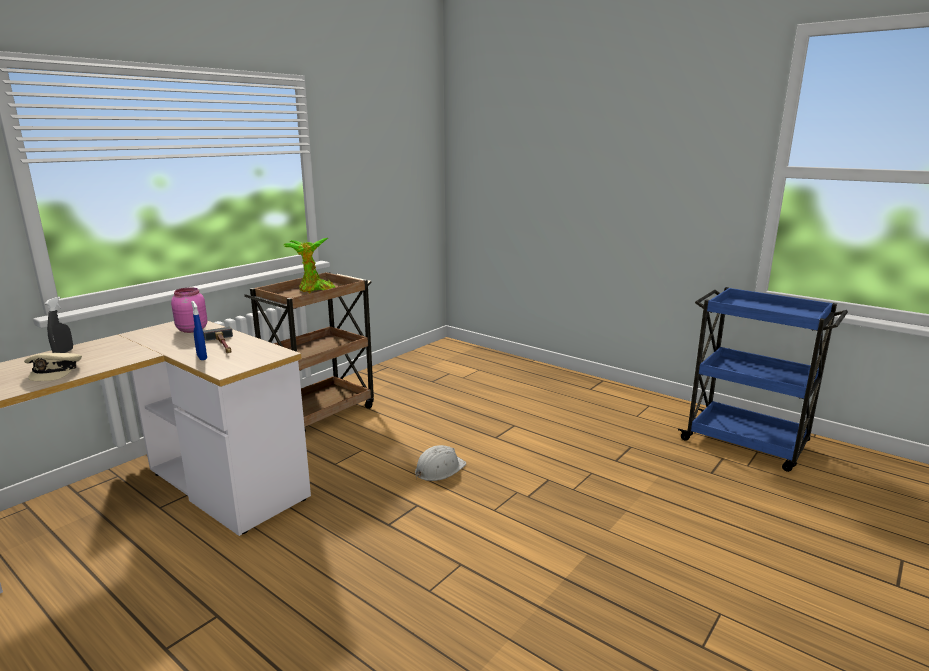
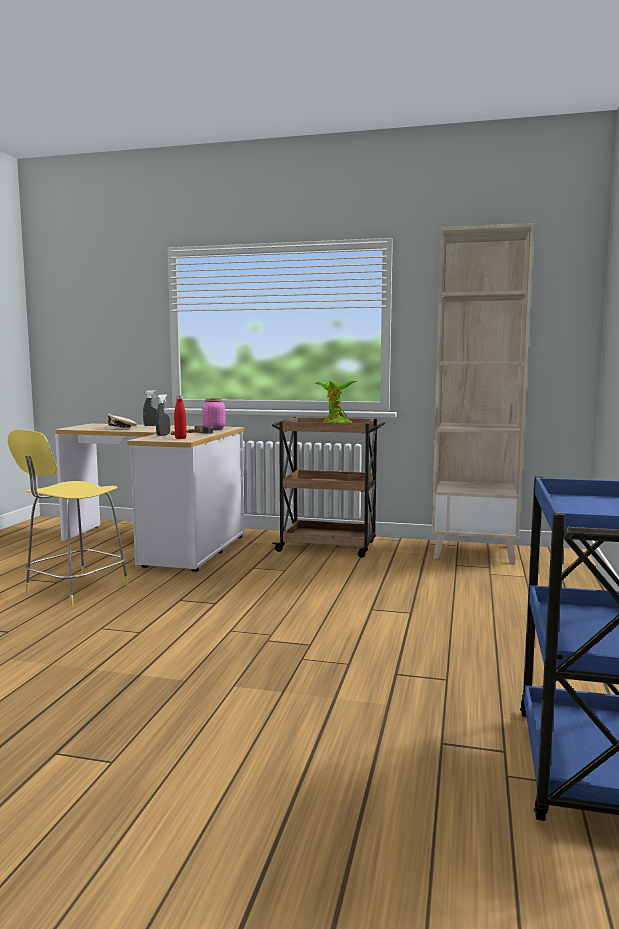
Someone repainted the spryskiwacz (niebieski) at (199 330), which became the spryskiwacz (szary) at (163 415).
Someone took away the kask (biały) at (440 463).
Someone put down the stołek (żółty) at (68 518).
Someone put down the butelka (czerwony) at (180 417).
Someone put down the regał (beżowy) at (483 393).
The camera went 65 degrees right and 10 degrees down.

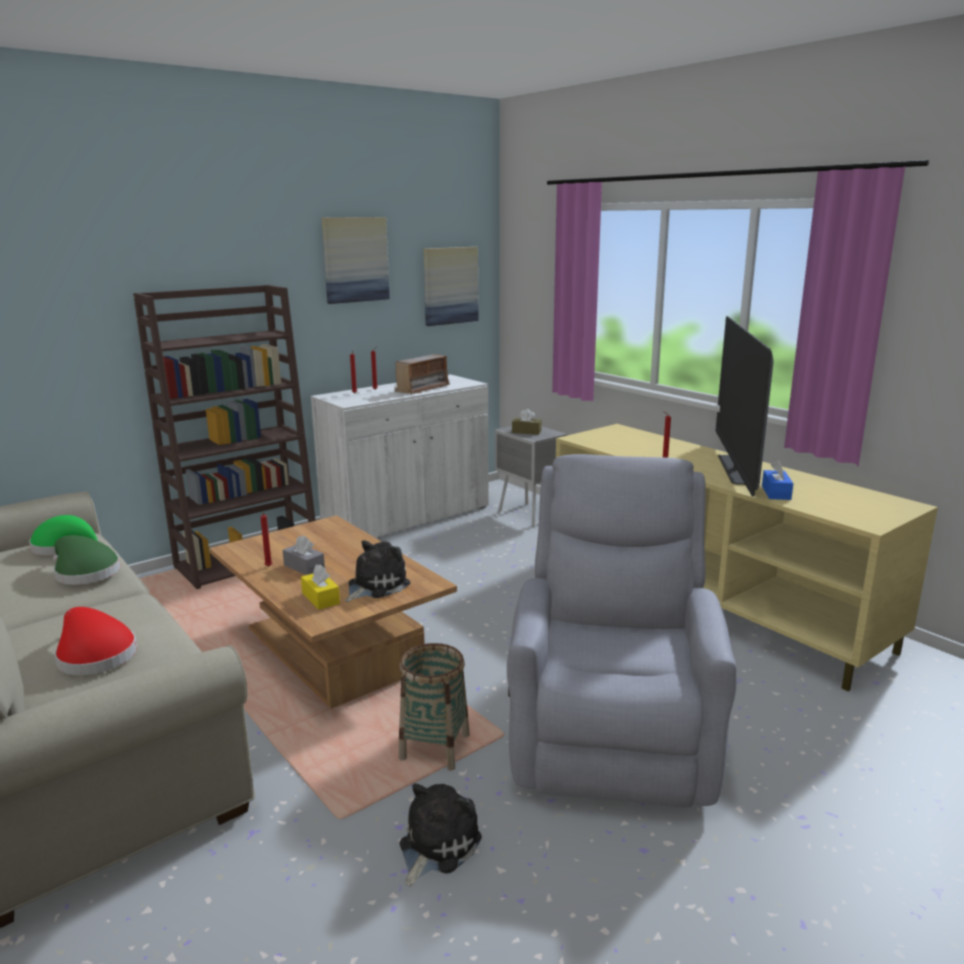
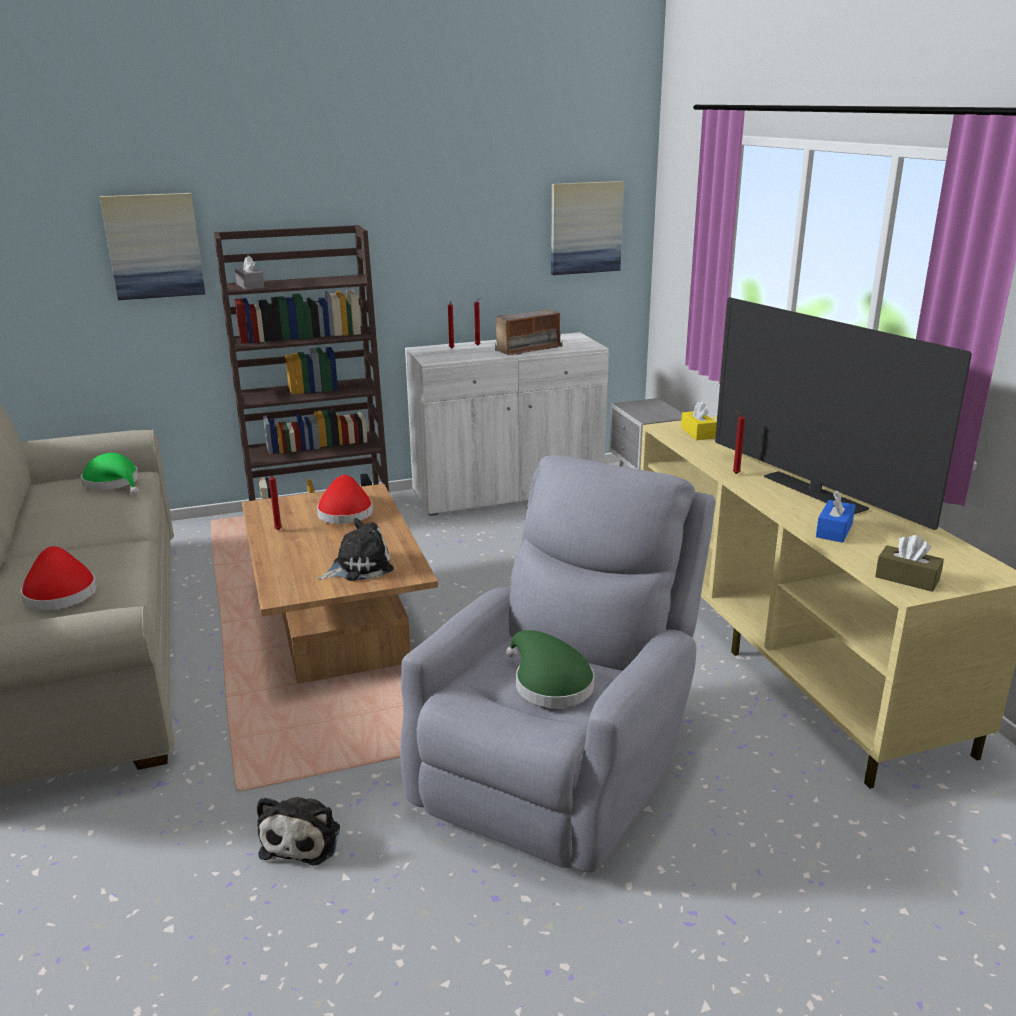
Someone carried the kapelusz (zielony) from (87 560) to (550 669).
Someone carried the pudełko chusteczek (szary) from (304 555) to (249 272).
Someone carried the pudełko chusteczek (żółty) from (320 587) to (699 420).
Someone carried the obraz from (355 260) to (152 246).
Someone took away the koszyk at (434 706).
Someone rotated the pluszak at (441 834) by 135 degrees clockwise.
Someone carried the pudełko chusteczek (brązowy) from (527 422) to (909 563).
Someone rotated the telewizor at (745 406) by 60 degrees counterclockwise.
Someone put down the kapelusz (czerwony) at (345 499).
The camera went 20 degrees right and 5 degrees up.

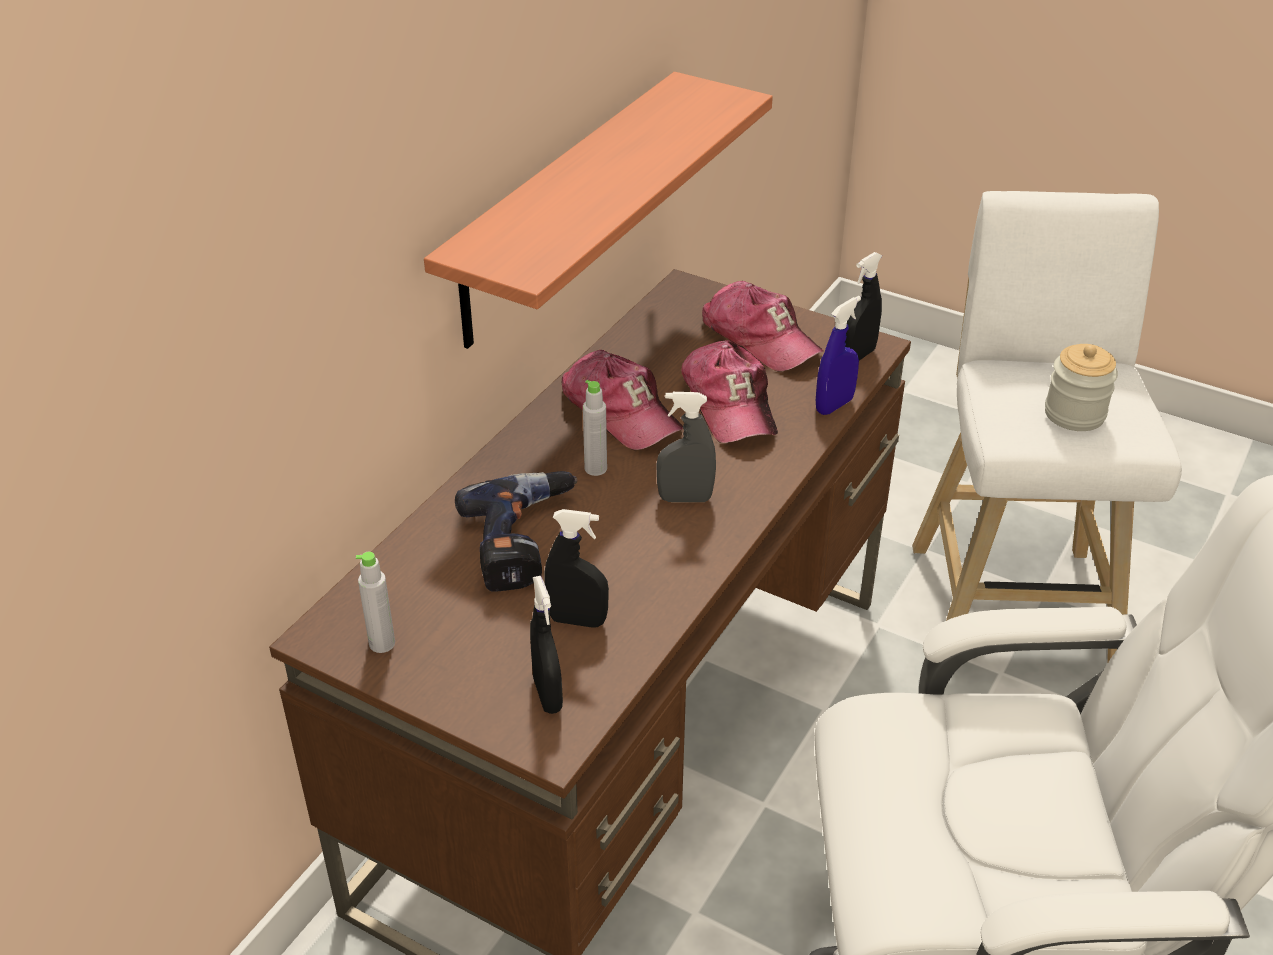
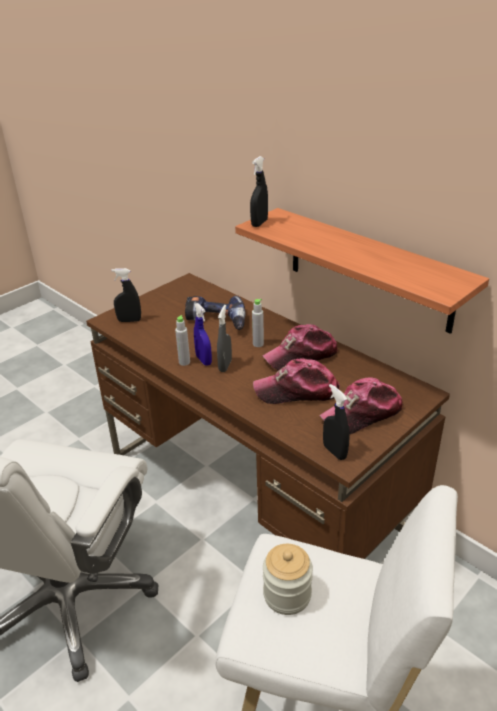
Someone carried the butelka (szary) from (375 602) to (182 340).
Someone carried the spryskiwacz (czarny) from (576 568) to (259 191).
Someone carried the spryskiwacz (niebieski) from (838 355) to (203 334).
The camera went 105 degrees right and 5 degrees down.

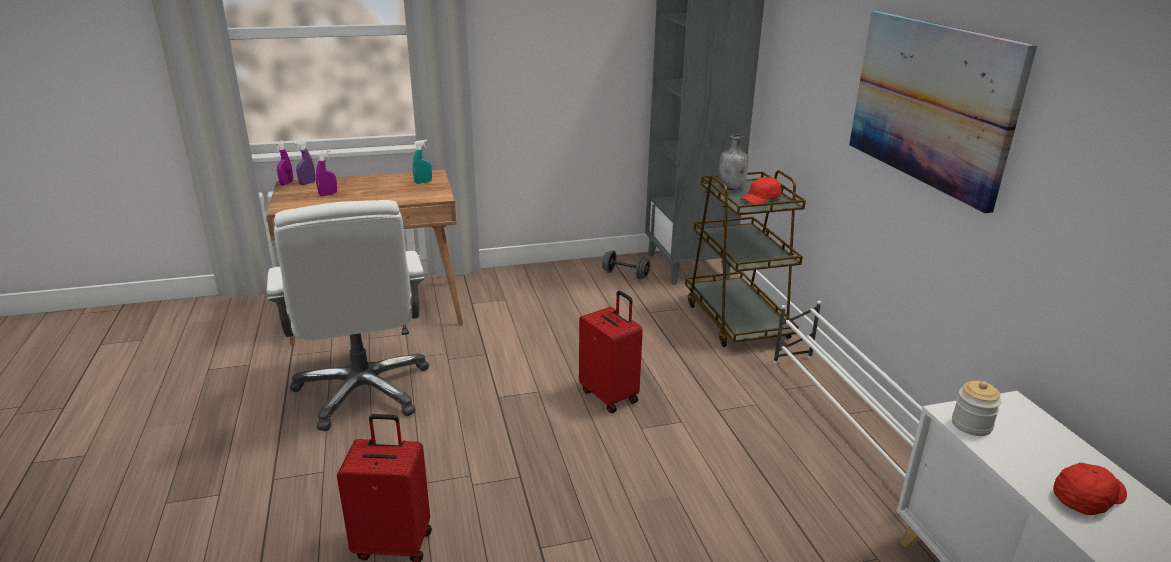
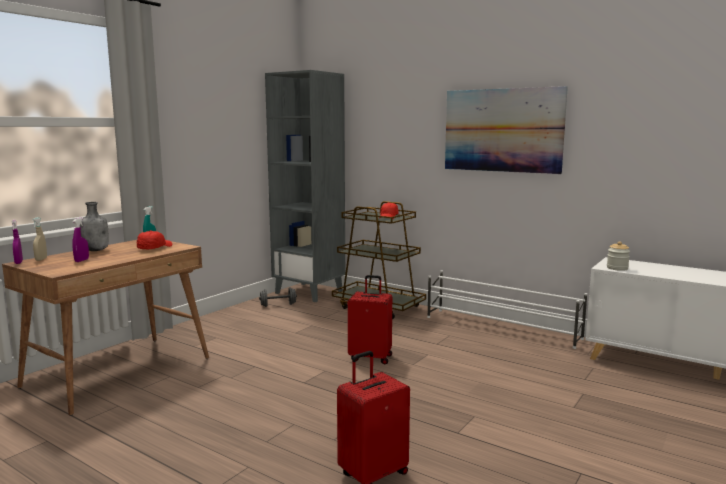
Someone took away the krzesło biurowe (biały) at (348 315).
Someone repainted the spryskiwacz (fioletowy) at (304 162), which became the spryskiwacz (beżowy) at (39 239).
Someone carried the butelka (szary) from (733 162) to (94 226).
Someone carried the czapka z daszkiem (czerwony) from (1090 489) to (154 240).
The camera went 40 degrees left and 15 degrees down.

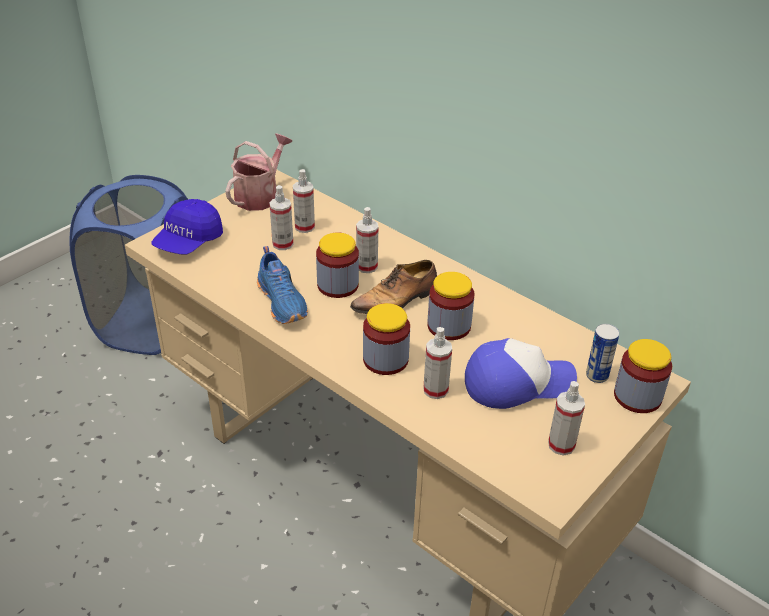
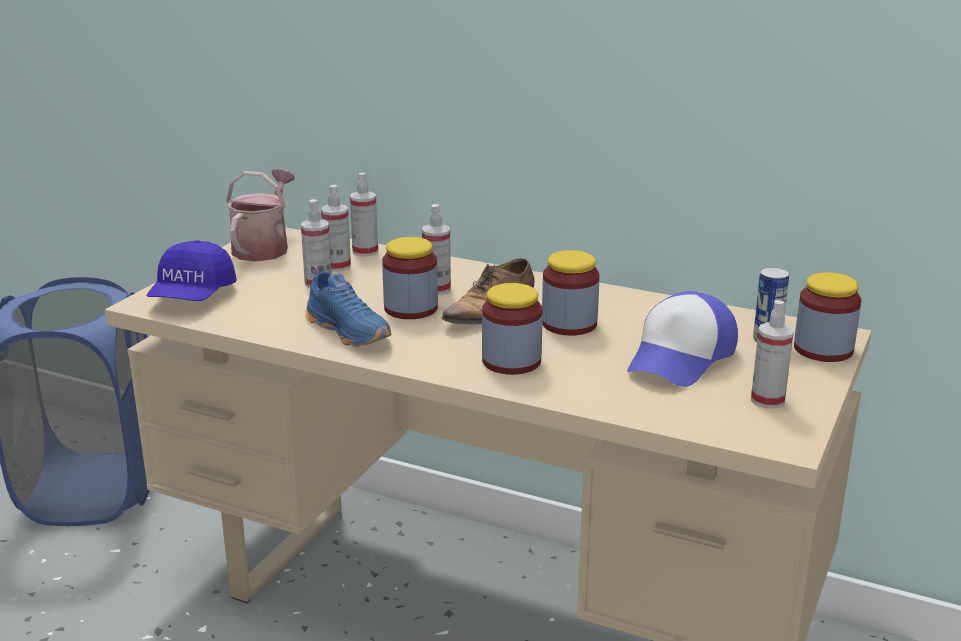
Someone carried the spryskiwacz from (437 363) to (364 215).
Someone rotated the czapka z daszkiem at (521 373) by 150 degrees clockwise.
The camera went 15 degrees left and 15 degrees down.

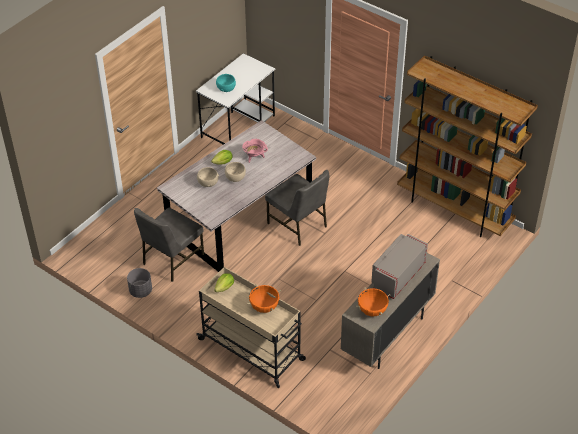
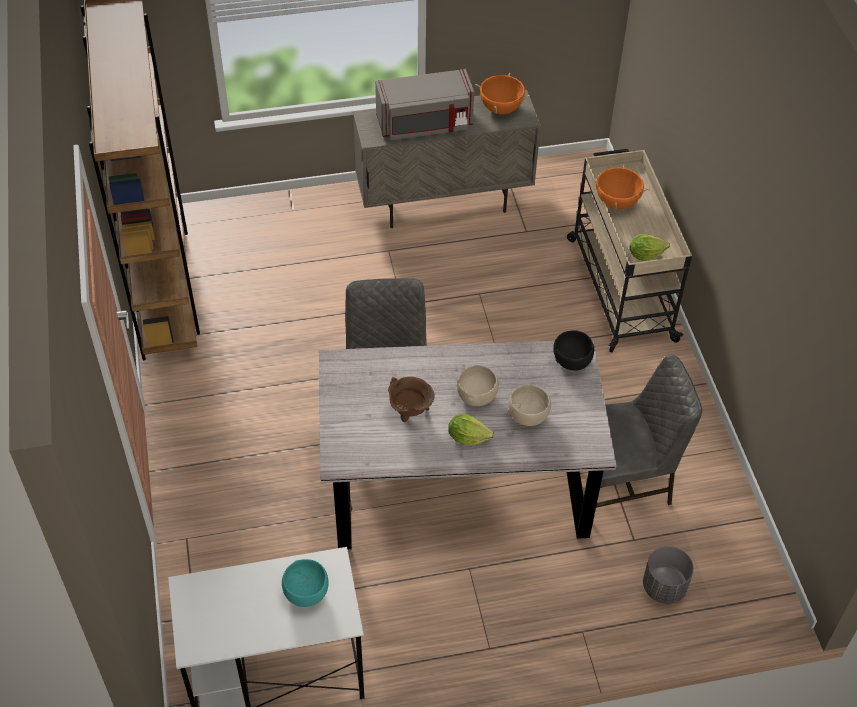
Someone carried the donica (szary) from (139 283) to (668 575).
Someone repainted the garnek (różowy) at (255 151), which became the garnek (brązowy) at (411 399).
Someone put down the miska (czarny) at (573 350).
The camera went 140 degrees left and 5 degrees up.

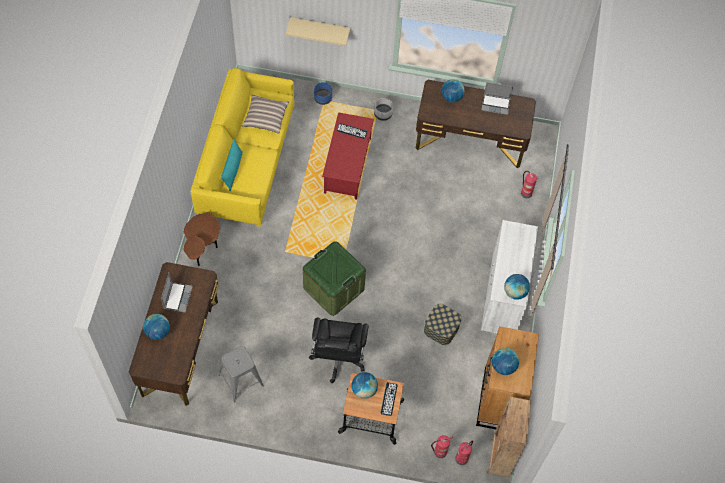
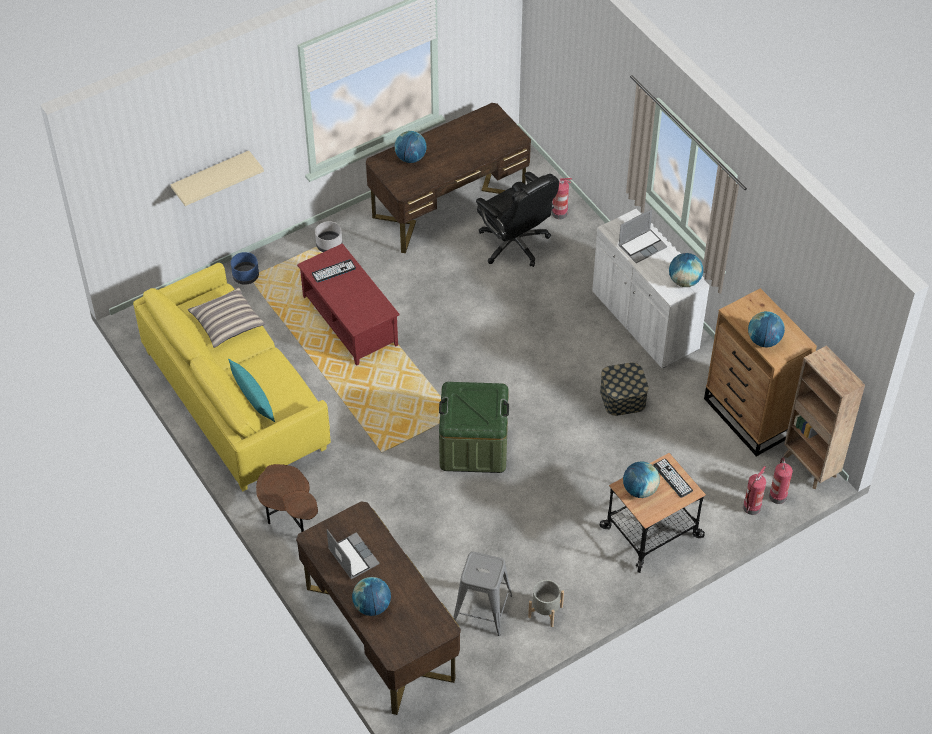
Someone carried the krzesło biurowe (czarny) from (339 350) to (517 219).
Someone carried the laptop from (497 98) to (643 236).
Someone put down the donica (szary) at (546 603).
The camera went 40 degrees left and 10 degrees down.

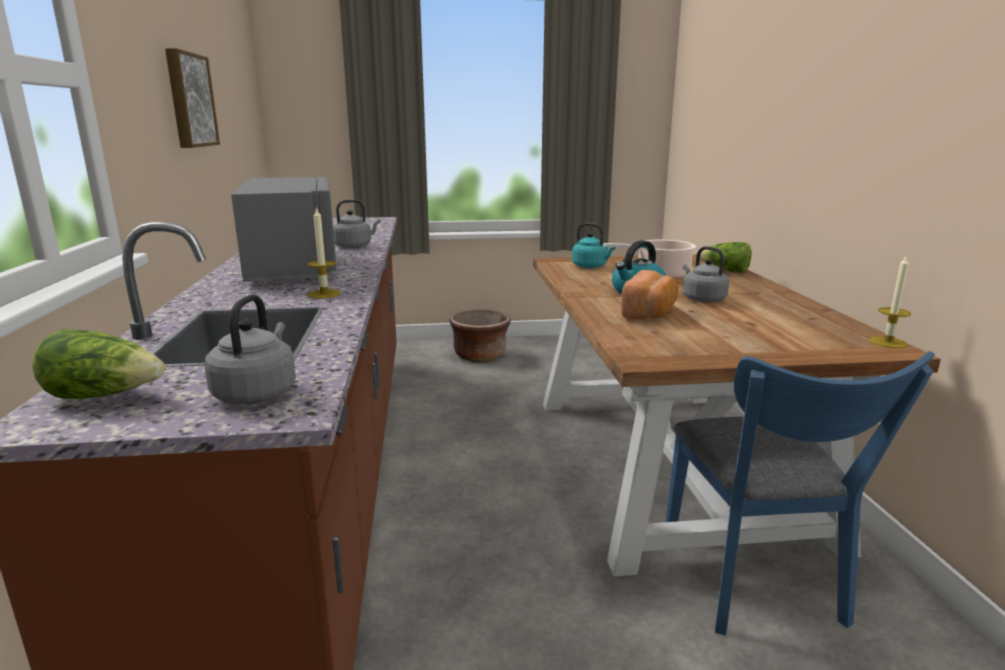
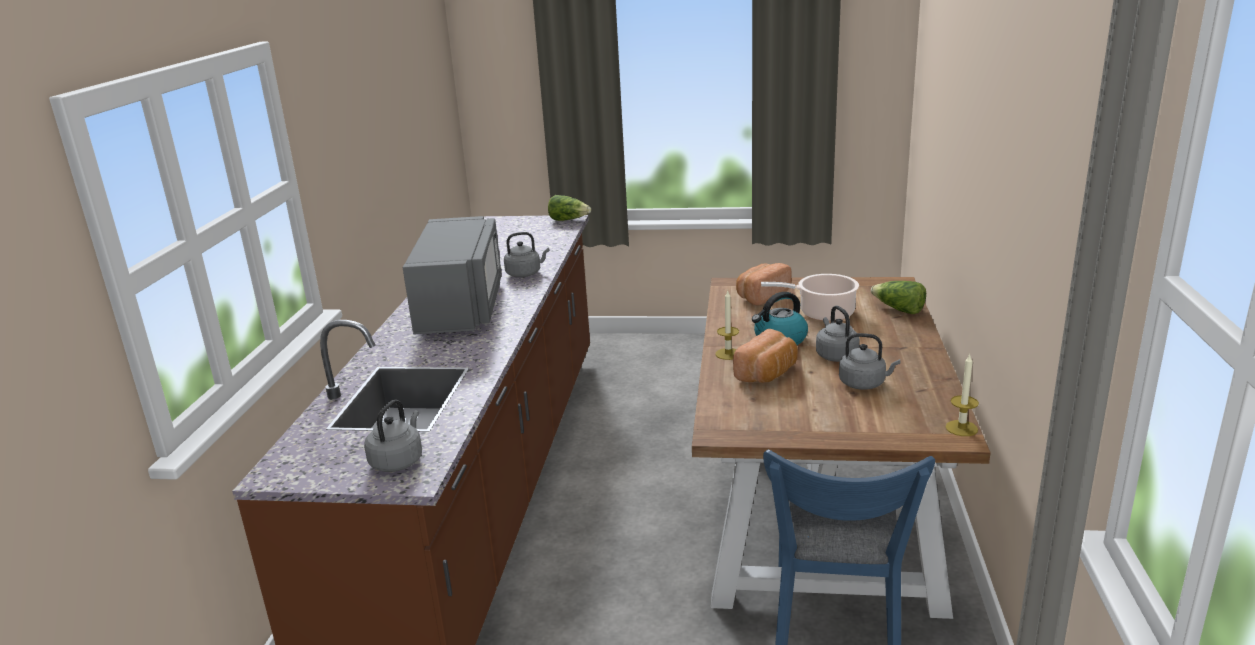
Someone carried the sałata from (98 364) to (569 208).
Someone took away the obraz at (192 98).
Someone carried the świeca from (324 252) to (727 325).
Someone took away the donica (brązowy) at (480 336).
Someone swapped the czajnik (turkusowy) at (594 245) for the chleb at (763 284).
Someone put down the czajnik (szary) at (869 361).
The camera went 15 degrees right and 5 degrees up.

